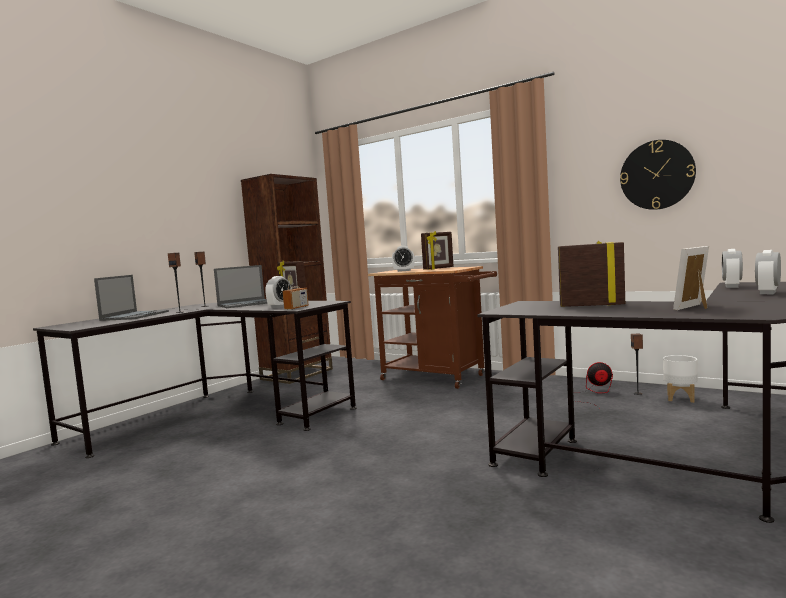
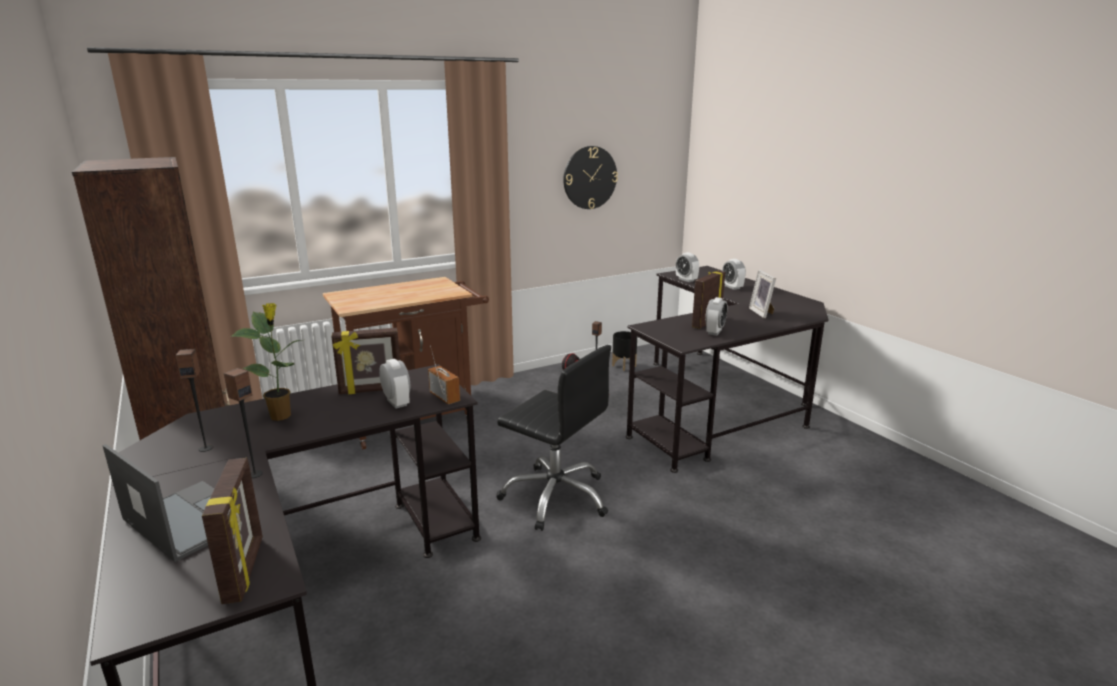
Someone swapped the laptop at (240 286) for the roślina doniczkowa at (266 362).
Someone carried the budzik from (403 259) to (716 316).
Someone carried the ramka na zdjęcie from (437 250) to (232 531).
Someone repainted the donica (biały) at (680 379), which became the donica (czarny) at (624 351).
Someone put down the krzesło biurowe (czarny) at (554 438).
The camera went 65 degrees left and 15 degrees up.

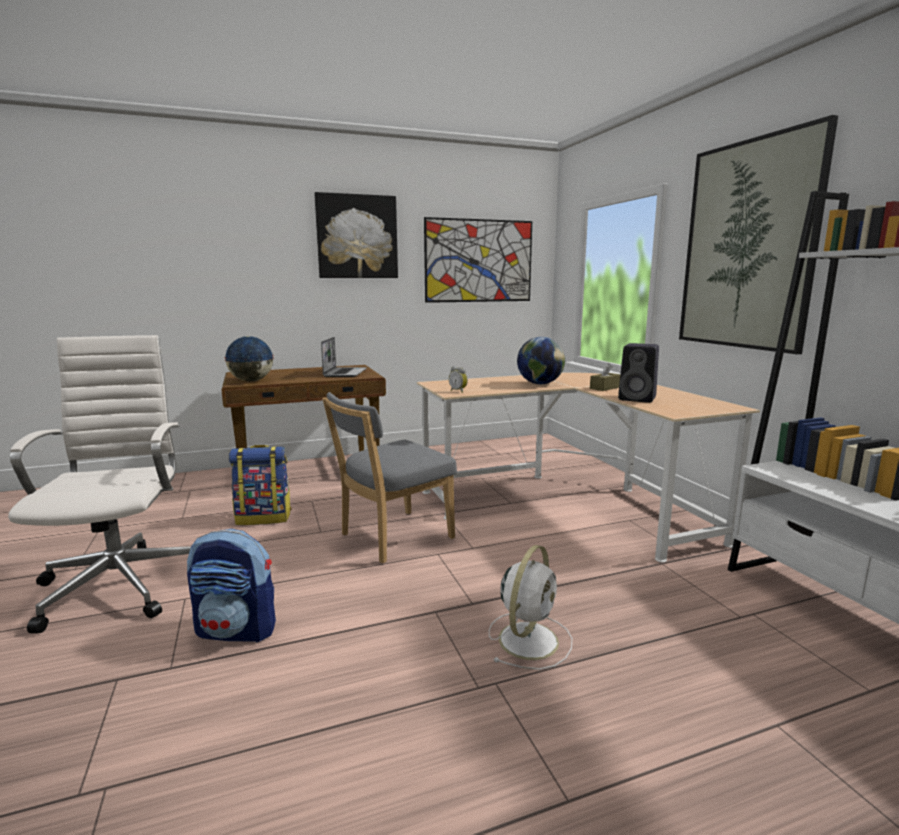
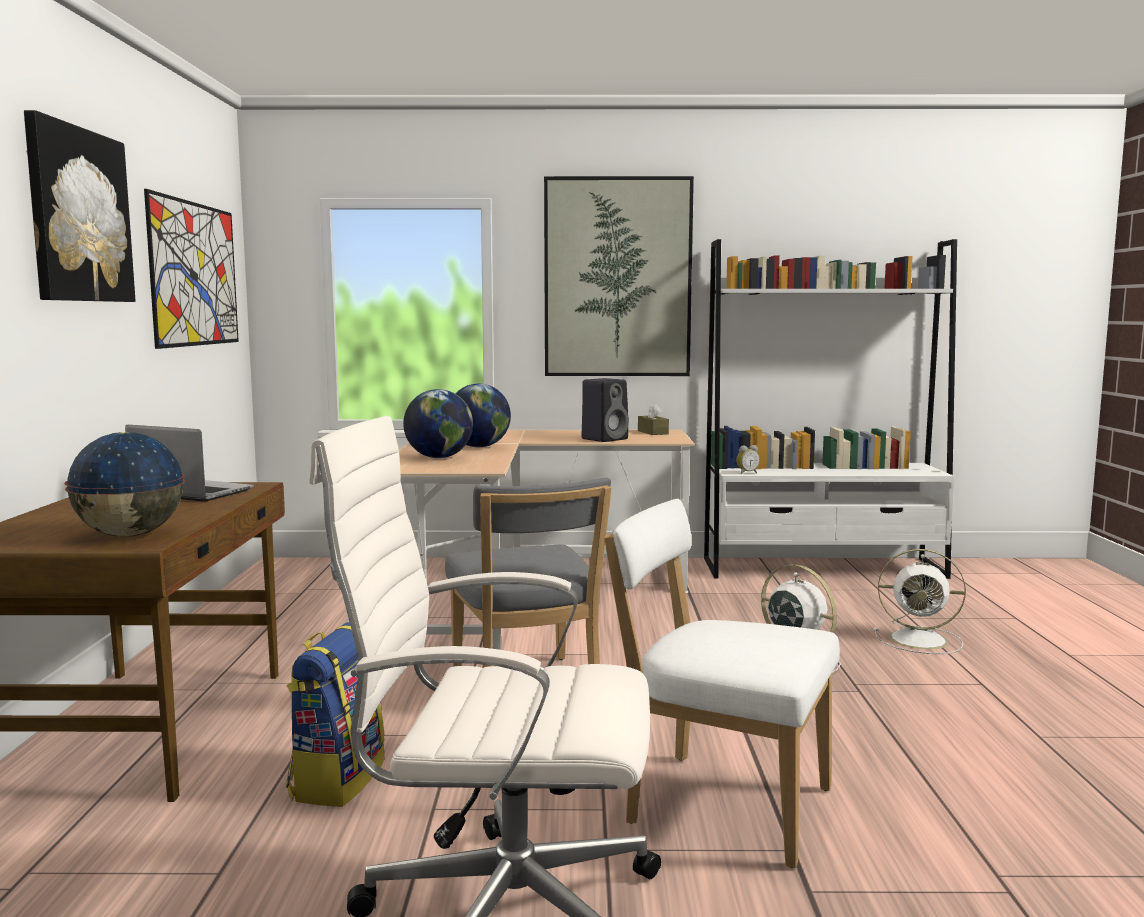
Someone swapped the plecak at (231 585) for the krzesło (biały) at (722 683).
Someone carried the budzik from (458 379) to (748 459).
Someone carried the pudełko chusteczek (brązowy) from (605 377) to (653 419).
Someone put down the globus at (438 423).
Someone put down the wentylator (biały) at (920 601).
The camera went 70 degrees left and 5 degrees down.

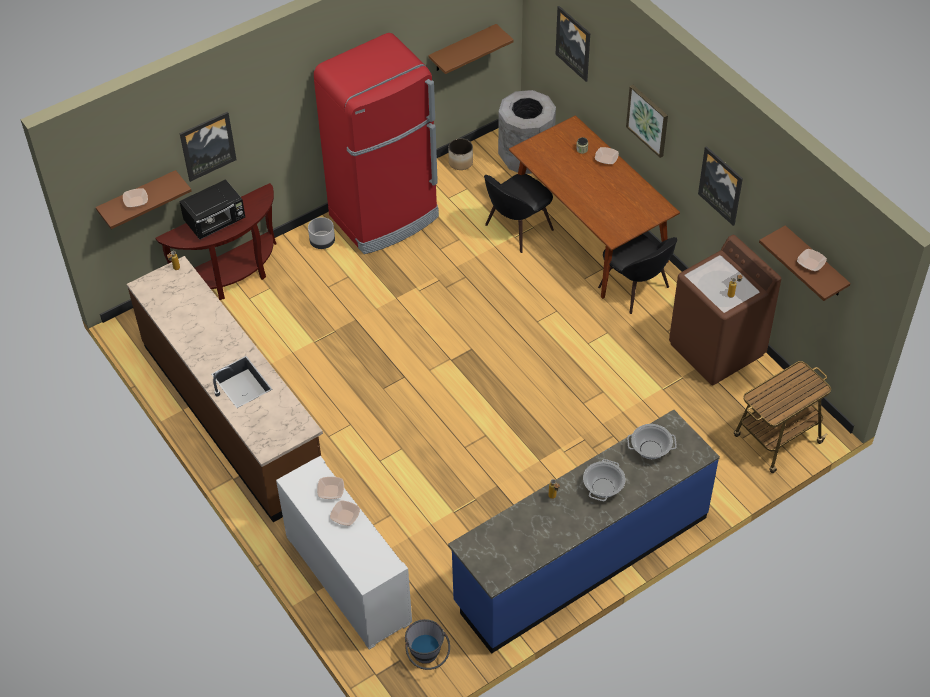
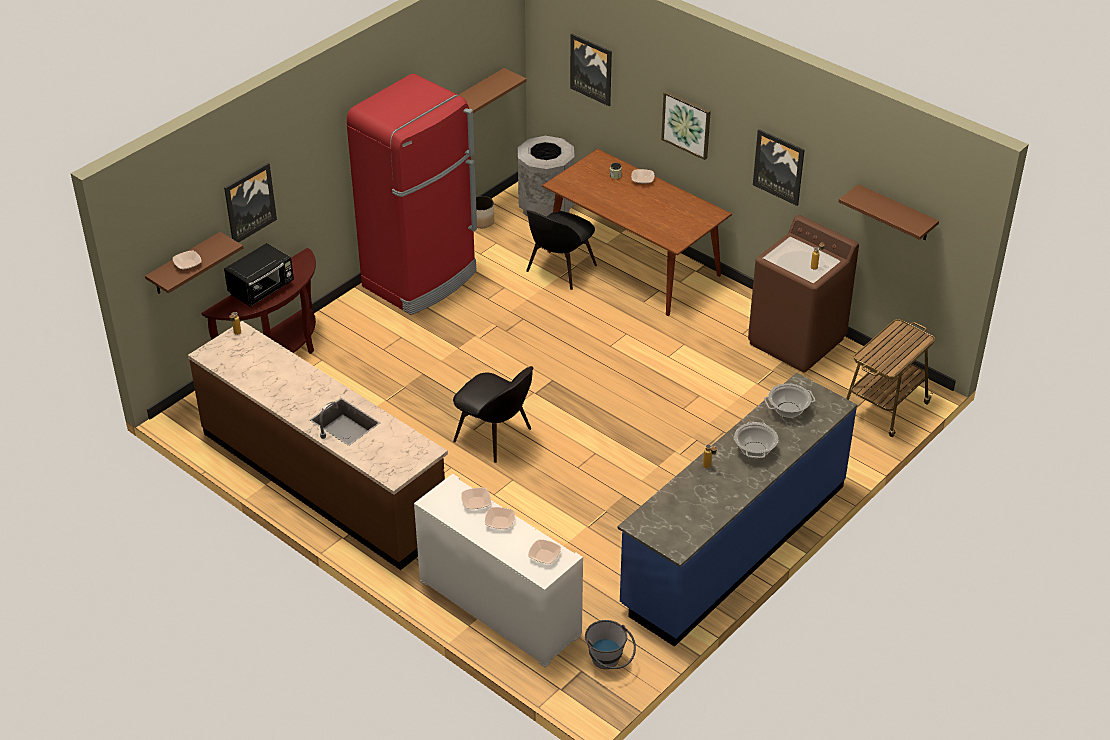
Someone took away the donica (szary) at (321 233).
Someone carried the krzesło (czarny) from (637 274) to (493 414).
Someone carried the miska from (812 260) to (544 551).
The camera went 15 degrees left and 10 degrees down.

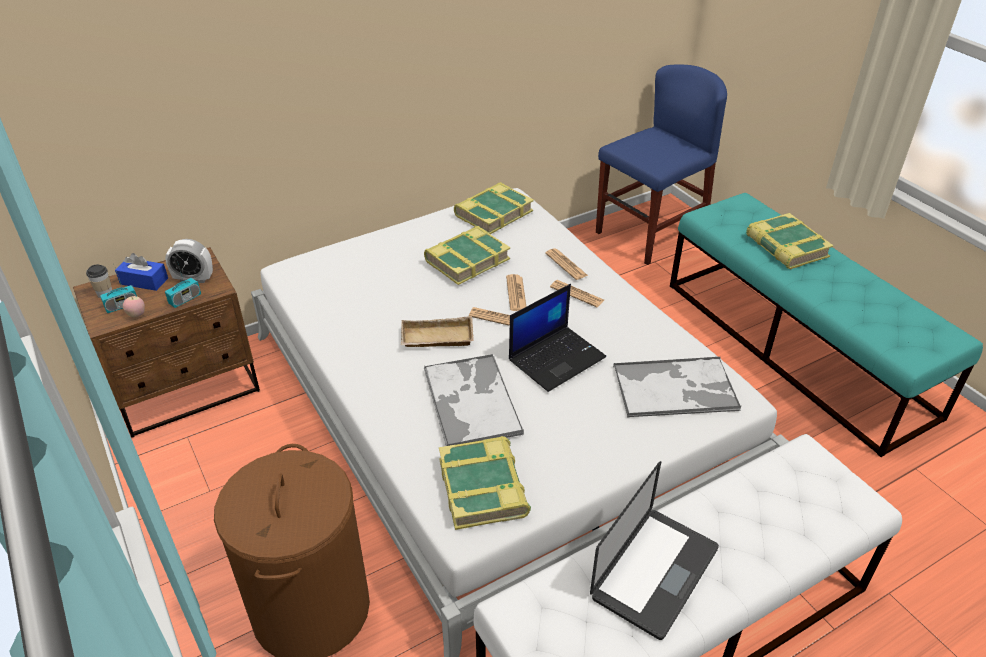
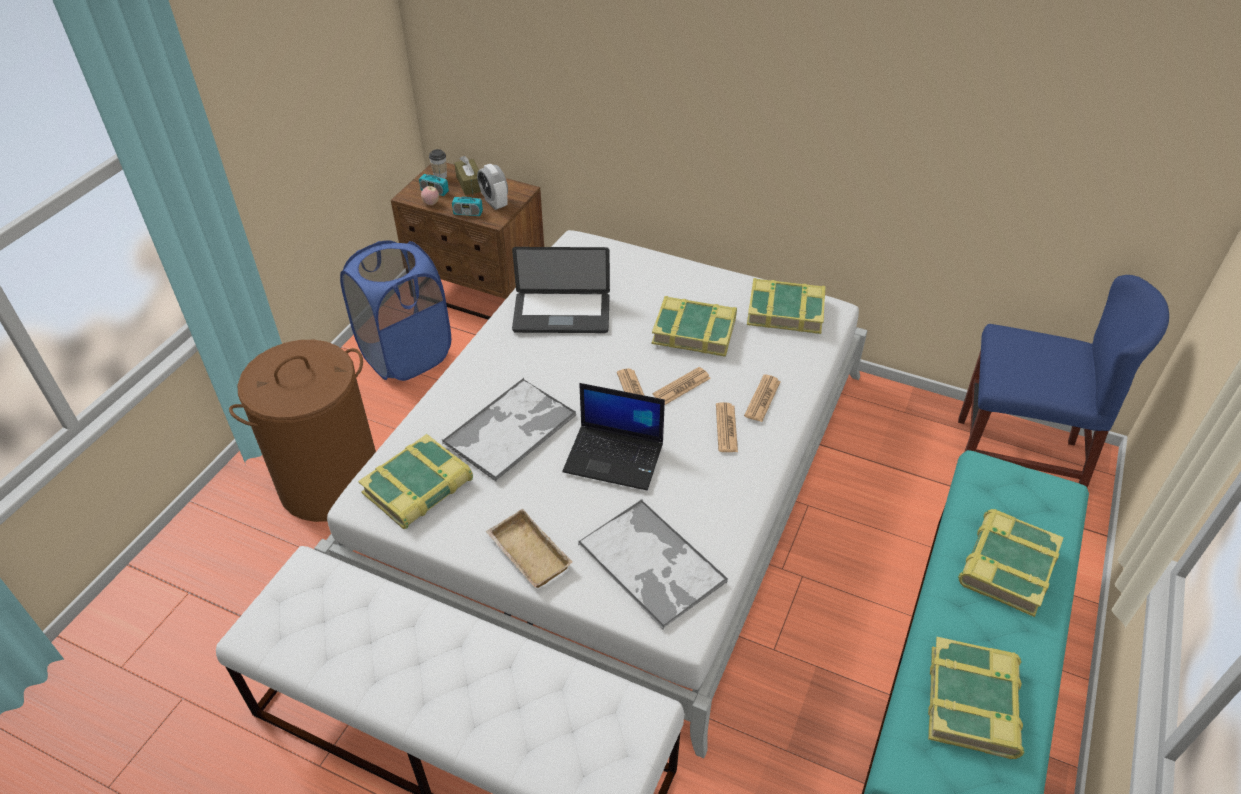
Someone repainted the pudełko chusteczek (niebieski) at (141 272), which became the pudełko chusteczek (brązowy) at (467 175).
Someone carried the taca (beżowy) from (437 331) to (529 548).
Someone carried the laptop from (654 550) to (561 290).
Someone put down the kosz na pranie (niebieski) at (395 310).
Someone put down the książka at (976 698).
The camera went 55 degrees right and 5 degrees up.

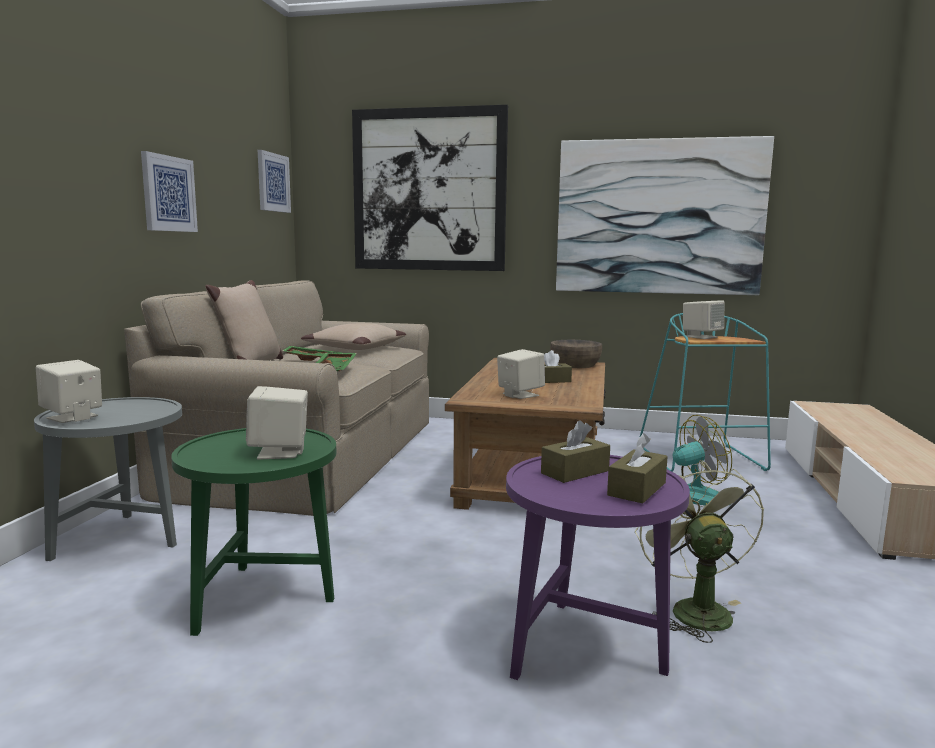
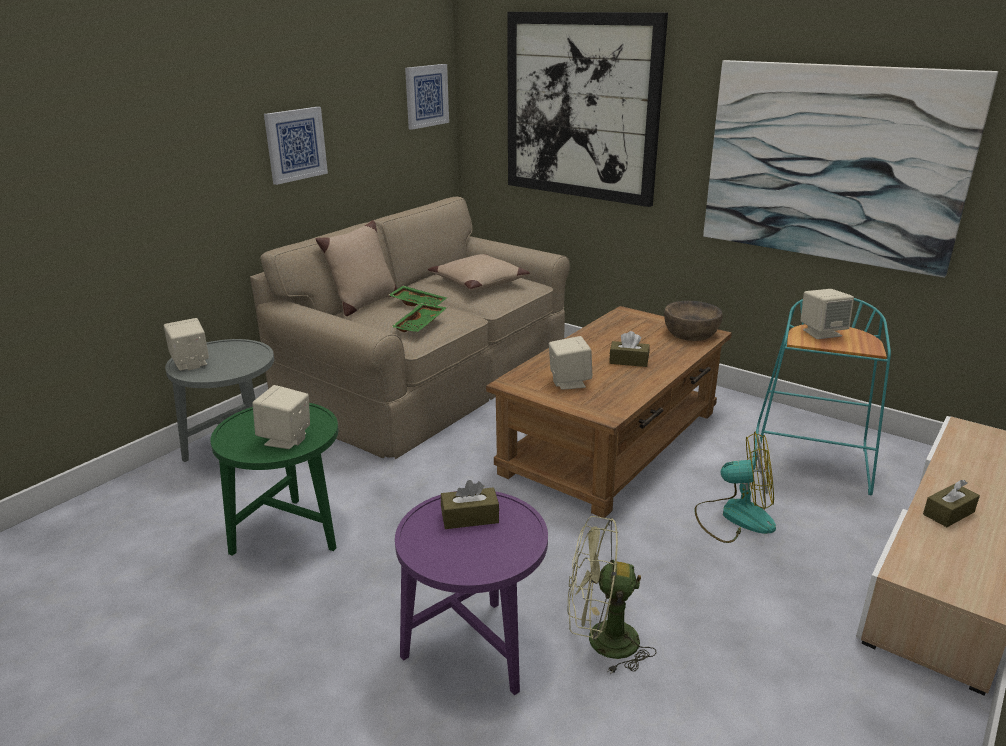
Someone carried the pudełko chusteczek (brązowy) from (637 468) to (951 503).
Someone rotated the wentylator (zielony) at (699 551) by 105 degrees counterclockwise.
The camera went 25 degrees right and 15 degrees up.

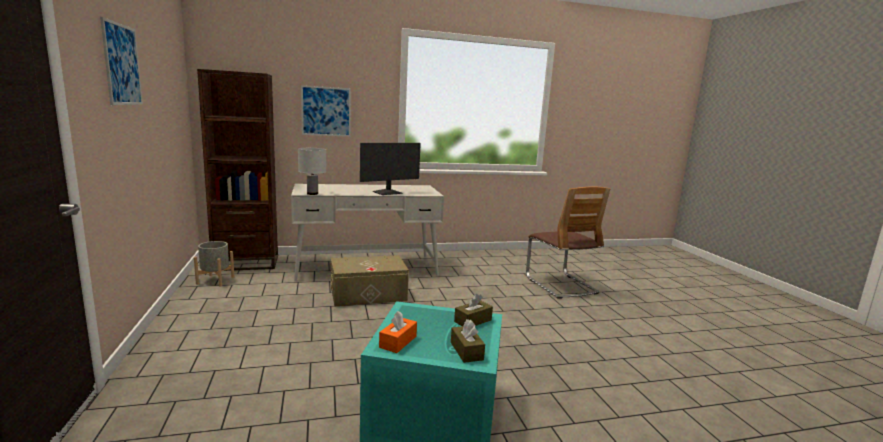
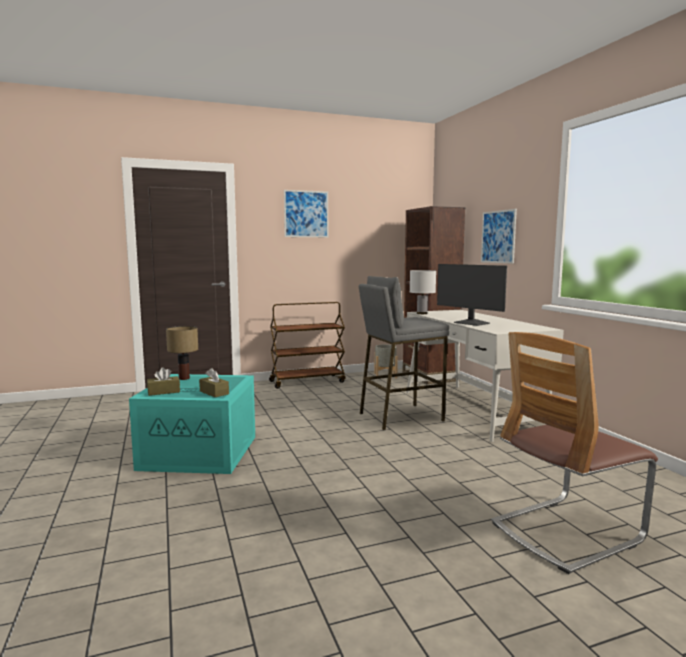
Someone swapped the pojemnik do przechowywania (beżowy) at (370 281) for the stołek (szary) at (404 353).
Someone swapped the pudełko chusteczek (pomarańczowy) at (398 332) for the lampa stołowa at (182 353).
Someone put down the wózek (brązowy) at (307 345).
The camera went 85 degrees right and 5 degrees down.

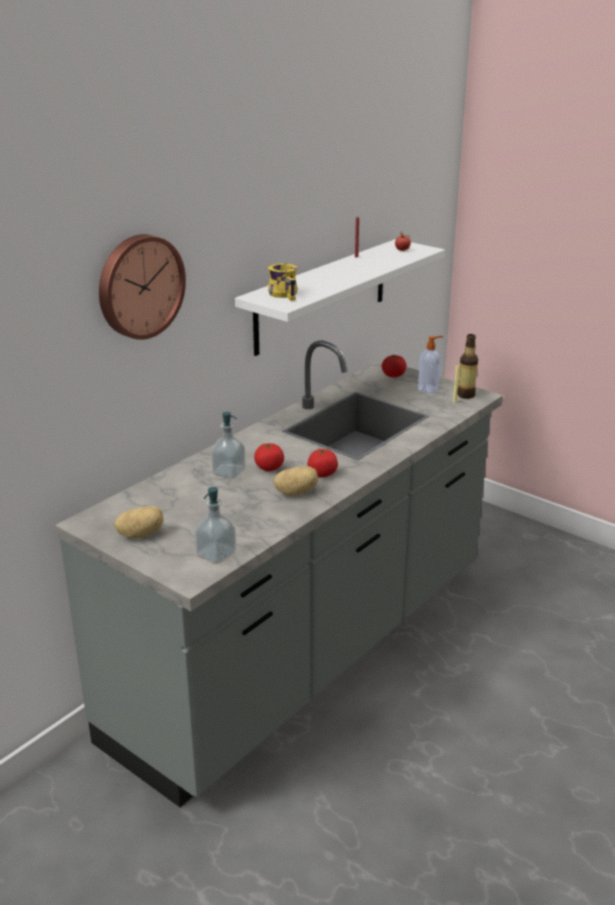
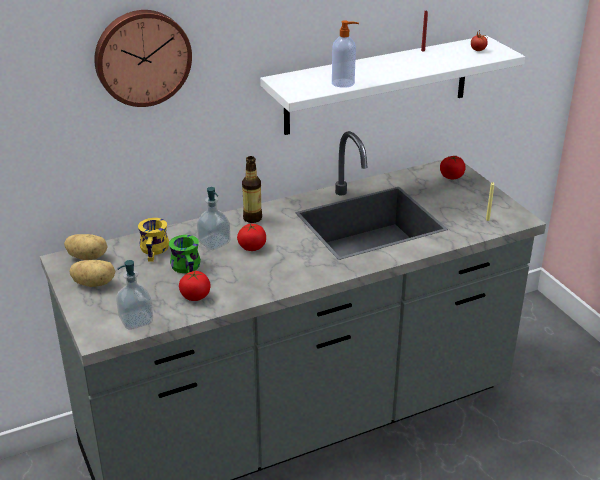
Someone carried the kubek (żółty) from (283 282) to (153 240).
Someone carried the ziemniak from (295 481) to (86 247).
Someone carried the pomidor from (323 463) to (194 286).
Someone carried the dozownik mydła from (430 364) to (345 54).
Someone carried the butelka from (467 366) to (252 189).
Someone put down the kubek (zielony) at (185 254).
The camera went 25 degrees right and 5 degrees up.

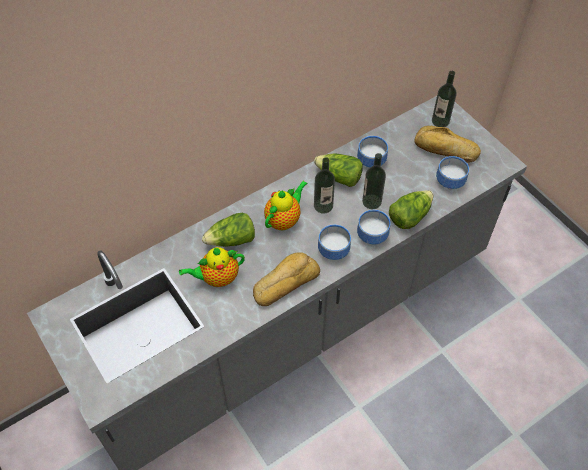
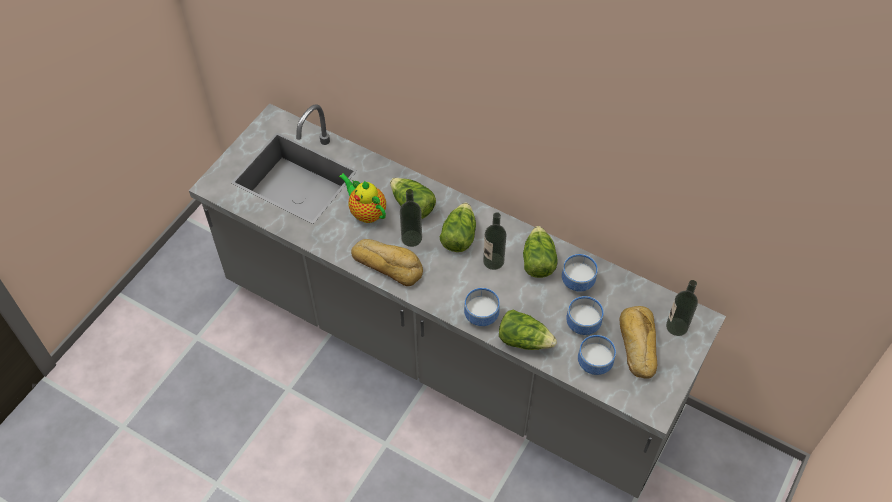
Someone swapped the imbryk at (286 205) for the sałata at (458 227).
Someone carried the miska from (334 242) to (584 315).
Someone carried the butelka from (374 181) to (411 218).
The camera went 65 degrees right and 0 degrees up.

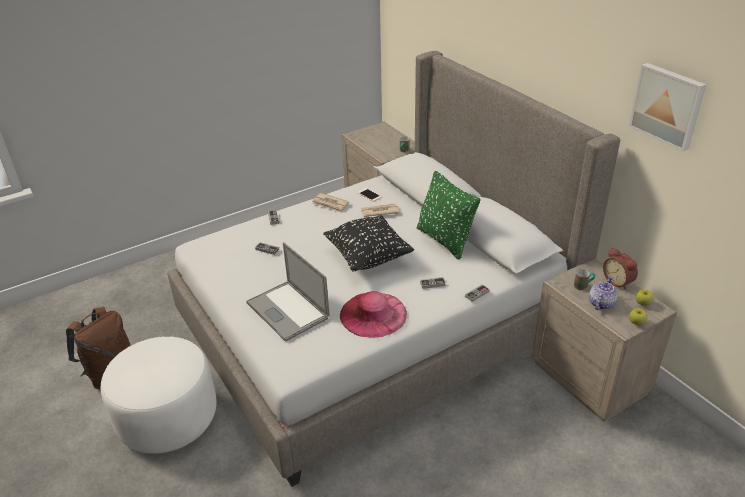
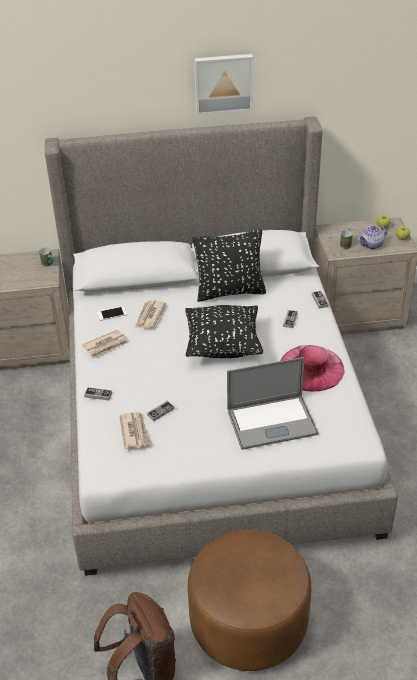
Someone repainted the pufa (biały) at (159 395), which became the pufa (brązowy) at (250 600).
Someone repainted the poduszka (zielony) at (448 215), which became the poduszka (czarny) at (229 265).
Someone rotated the imbryk at (603 293) by 90 degrees counterclockwise.
Someone took away the budzik at (620 269).
Someone carried the obraz from (667 107) to (223 84).
Someone put down the gazeta at (134 430).
The camera went 65 degrees left and 5 degrees up.

